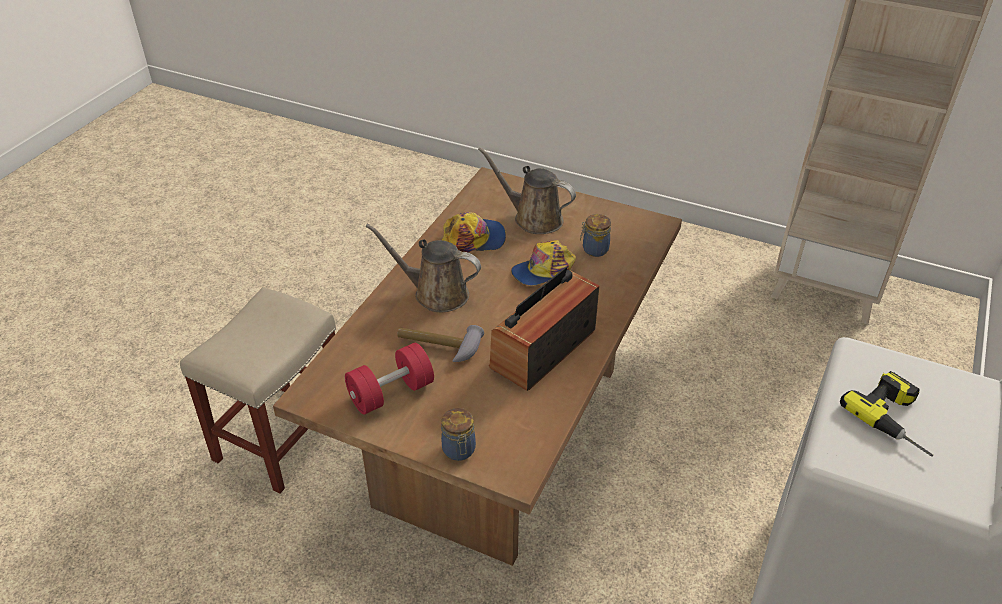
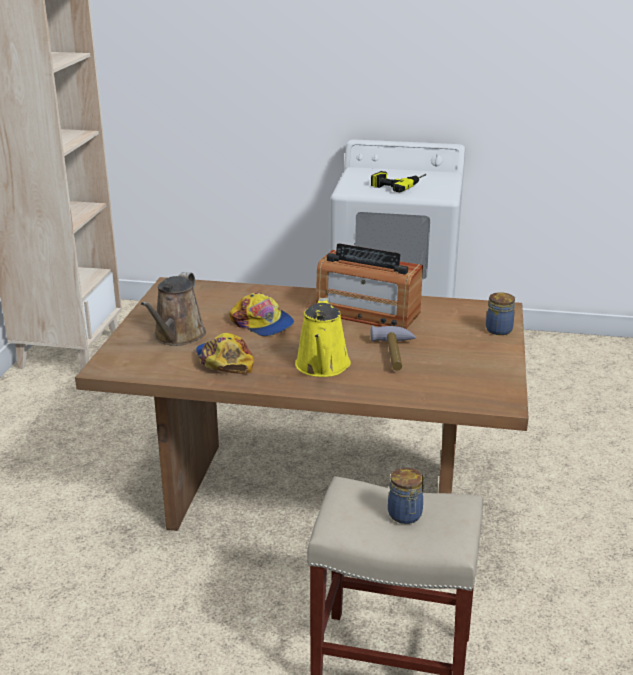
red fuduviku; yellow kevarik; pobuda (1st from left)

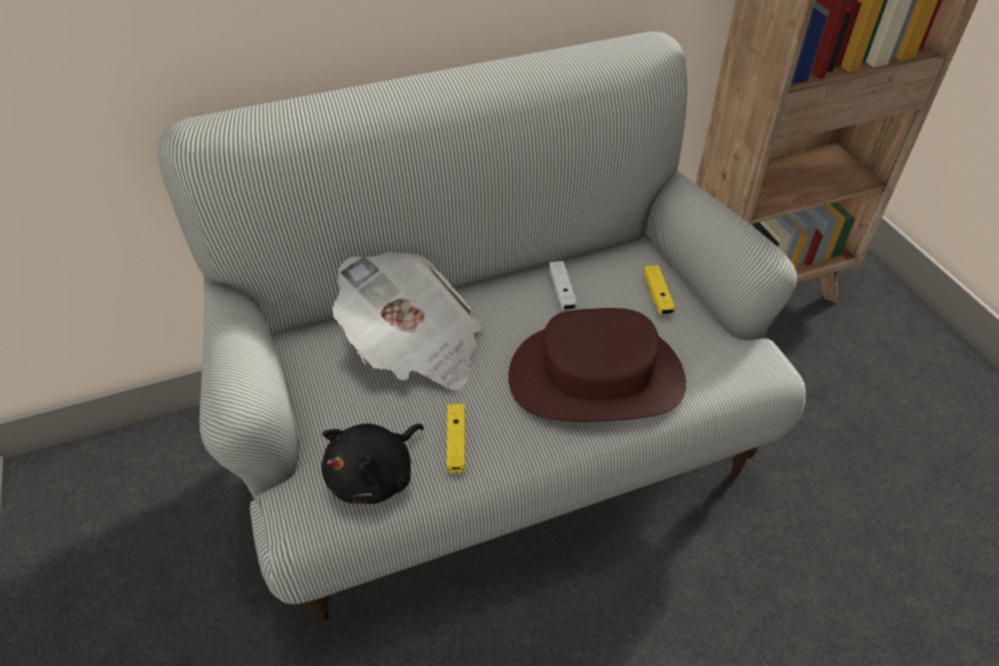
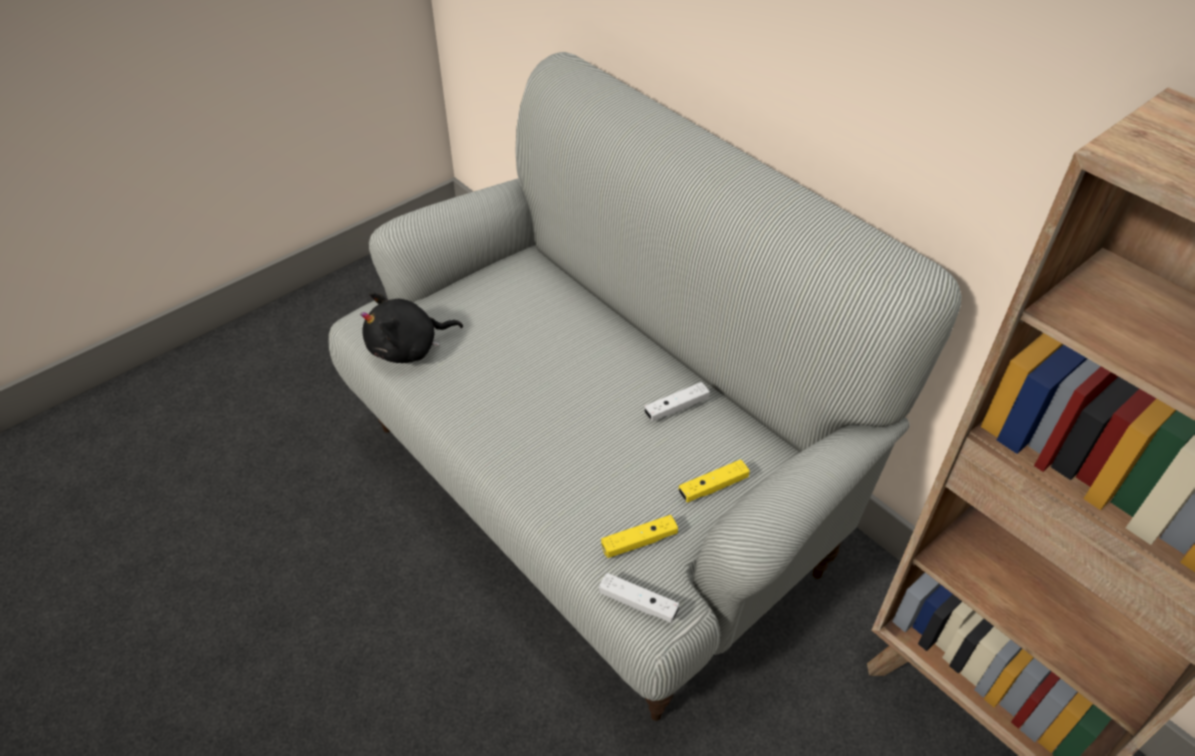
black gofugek; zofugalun; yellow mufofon (1st from left); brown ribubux; white mufofon (1st from left)

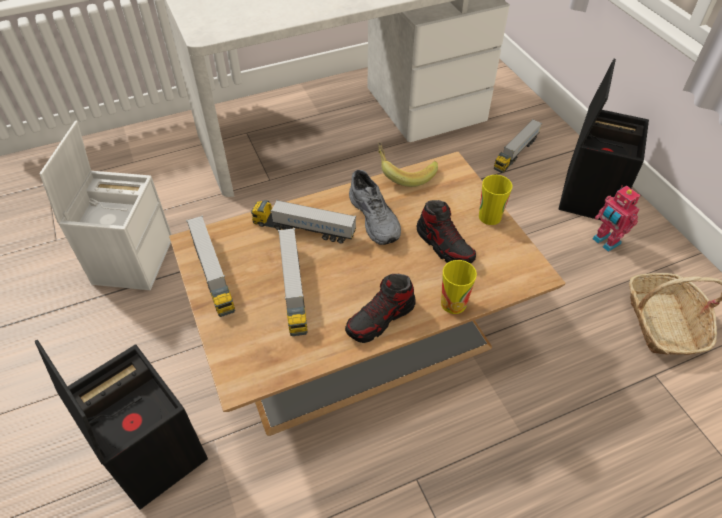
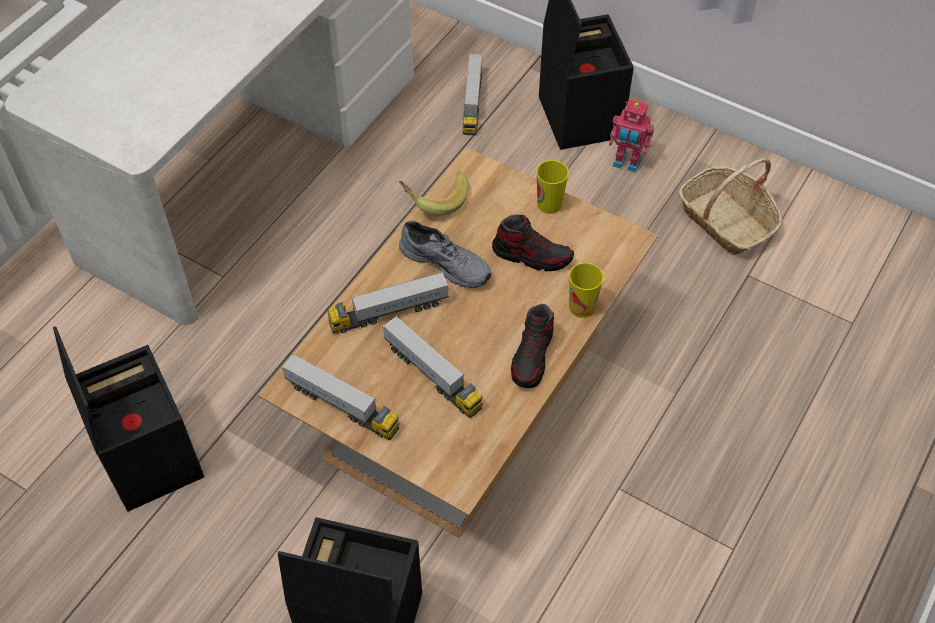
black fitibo (1st from left)

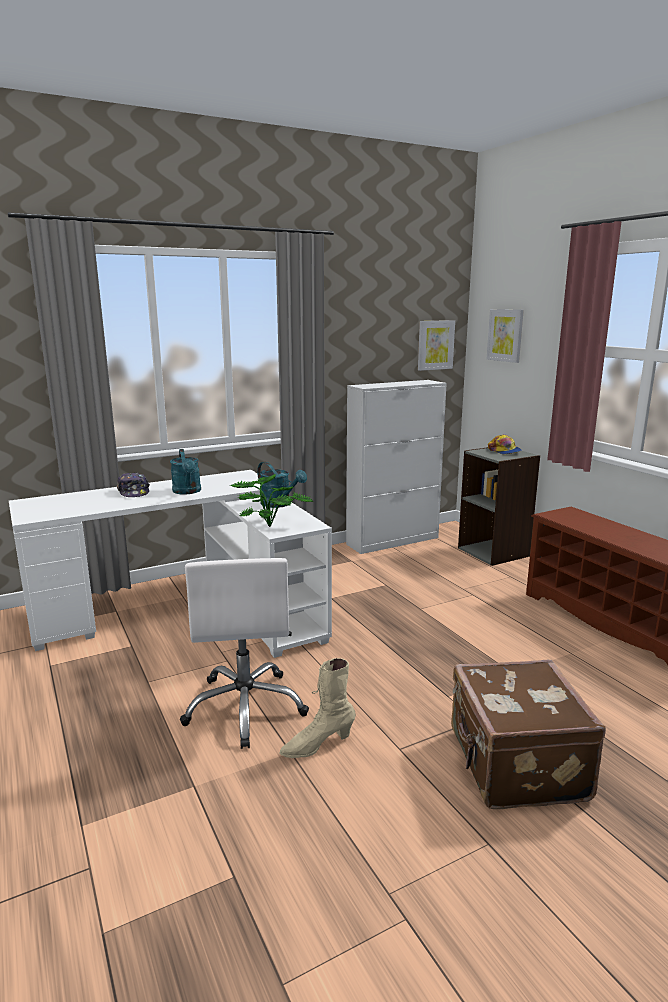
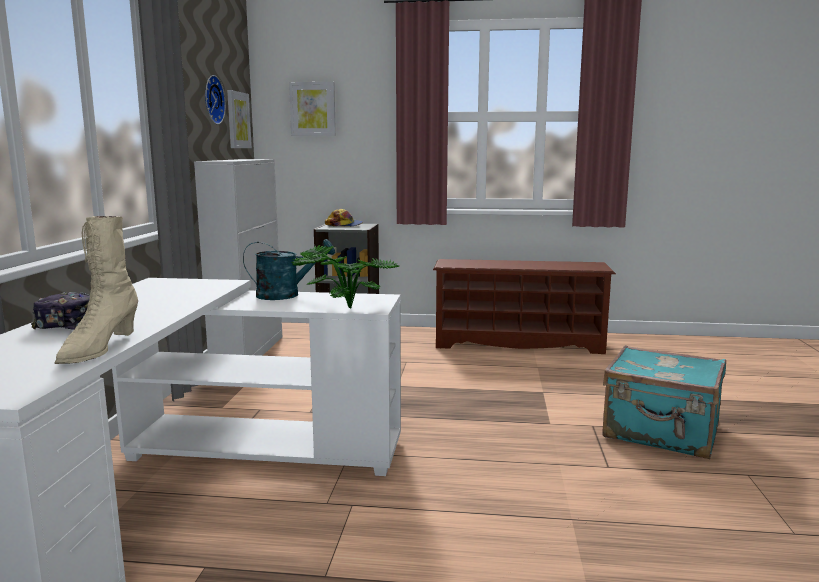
turquoise kevarik (1st from left in the first image); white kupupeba; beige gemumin; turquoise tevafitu; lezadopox

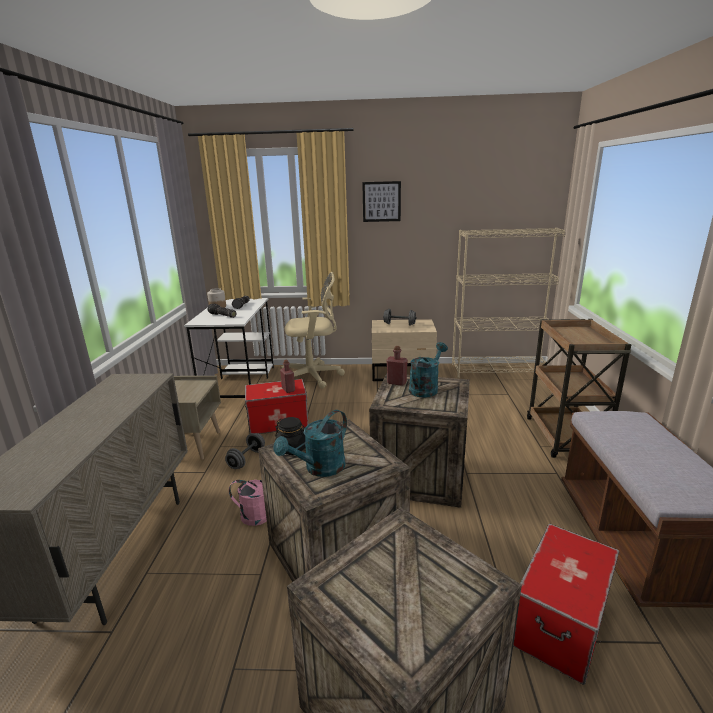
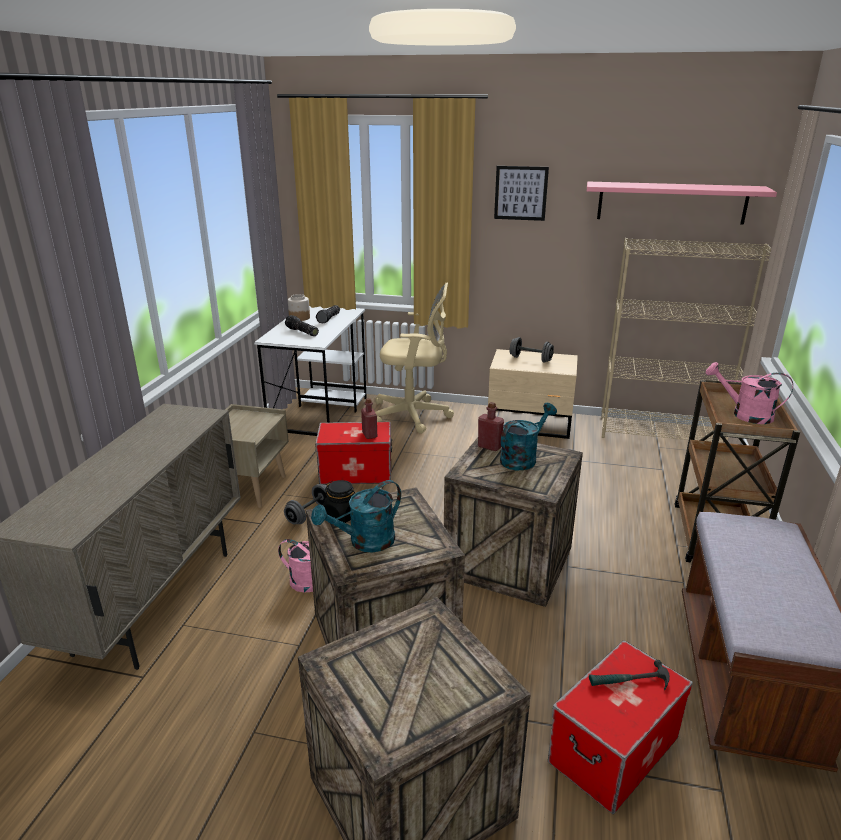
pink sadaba; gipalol; pink kevarik (2nd from left)

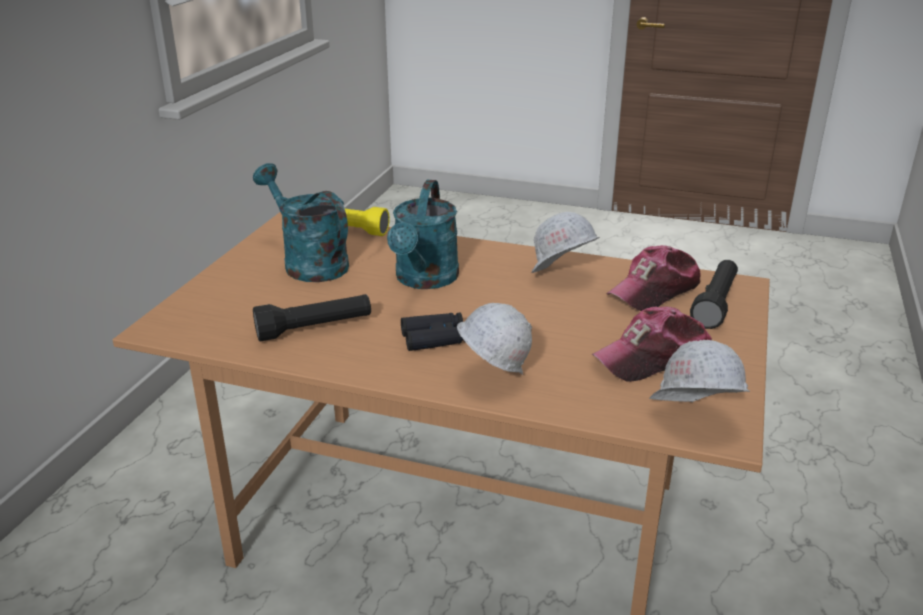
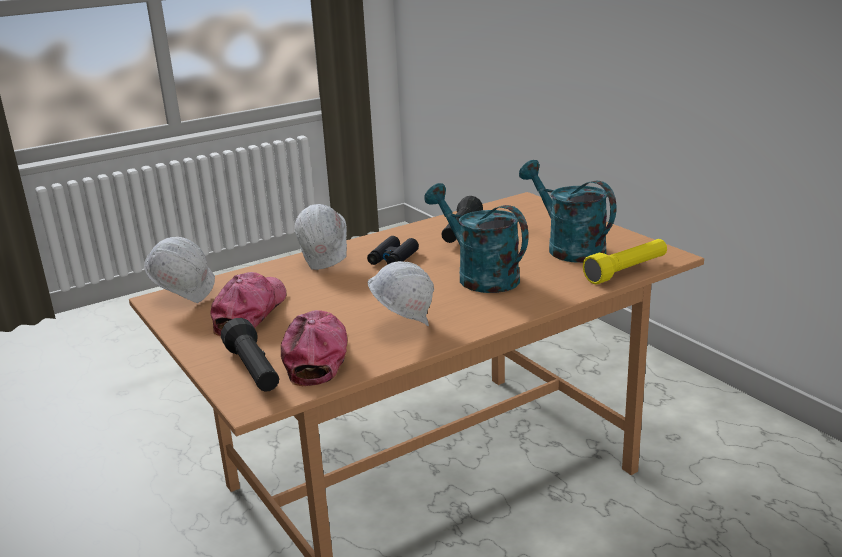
turquoise kevarik (2nd from left)

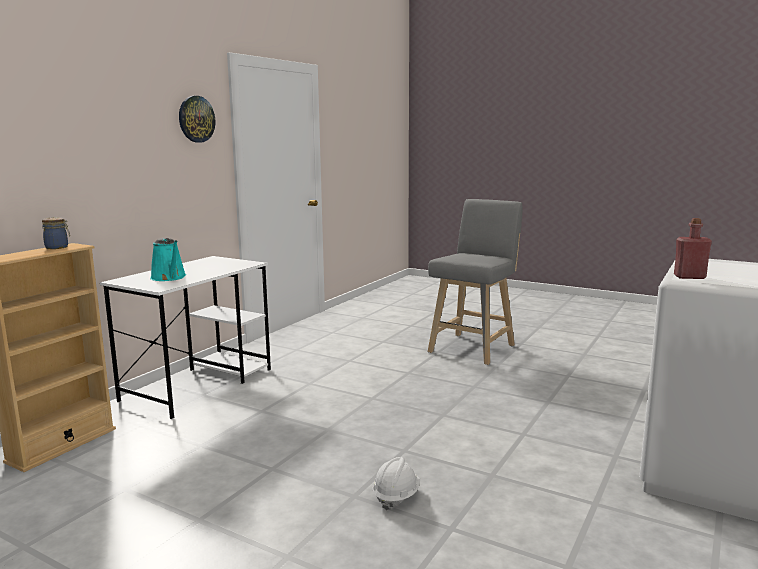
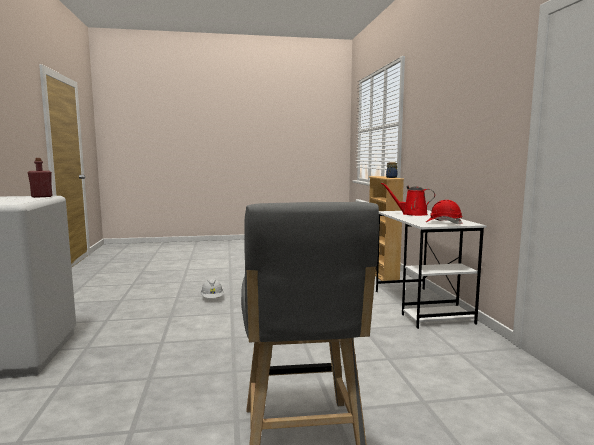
red kevarik; lezadopox; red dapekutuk

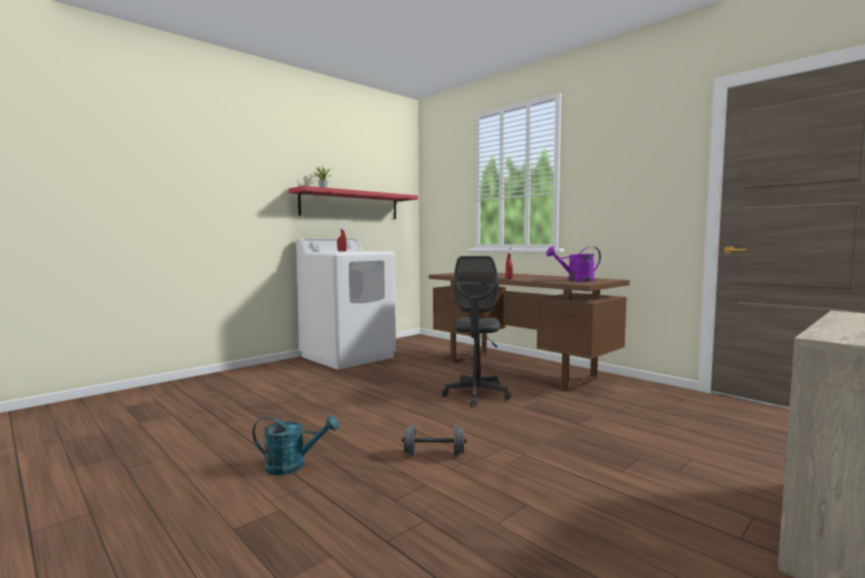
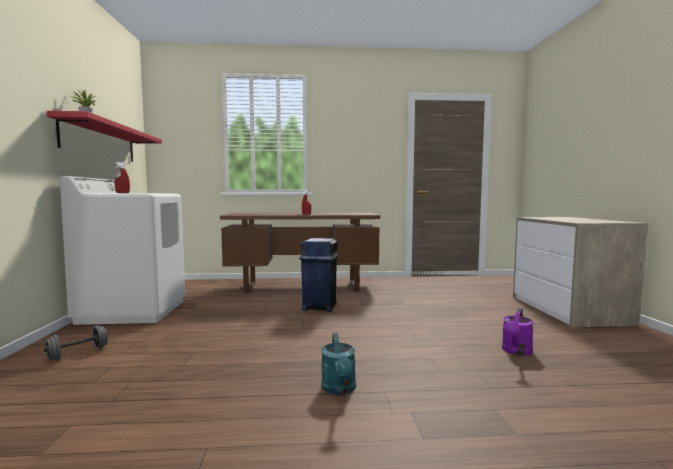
turquoise kevarik; grey fuduviku; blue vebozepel; purple kevarik

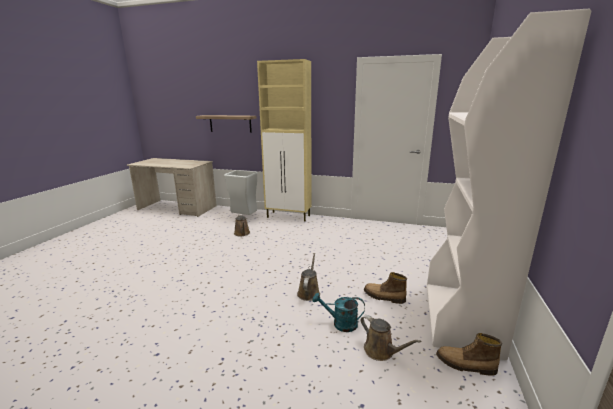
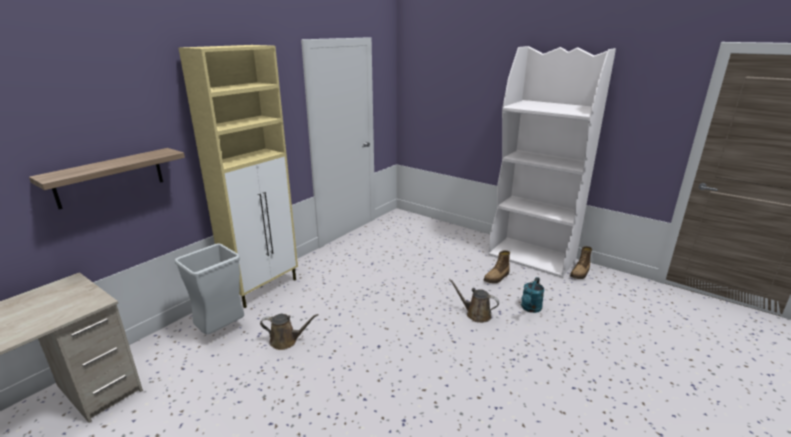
brown kevarik (3rd from left in the first image)

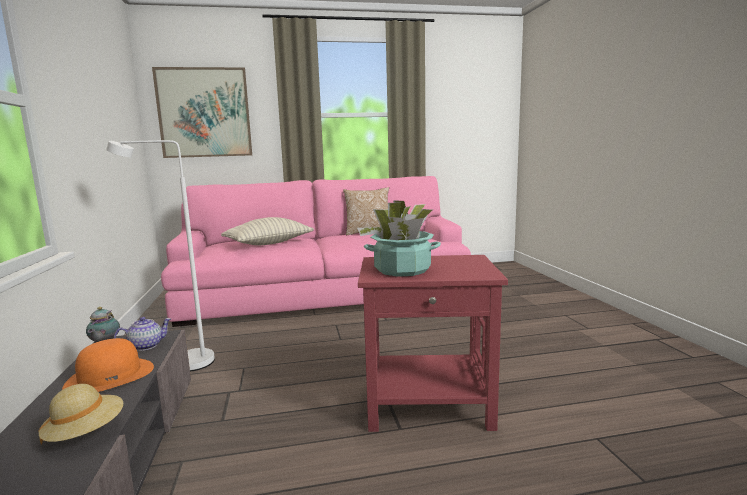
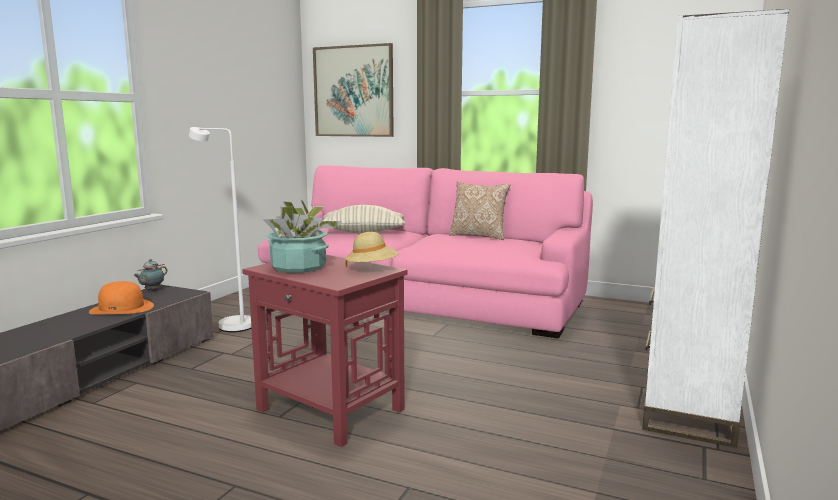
beige ribubux; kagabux (2nd from left in the first image); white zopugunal

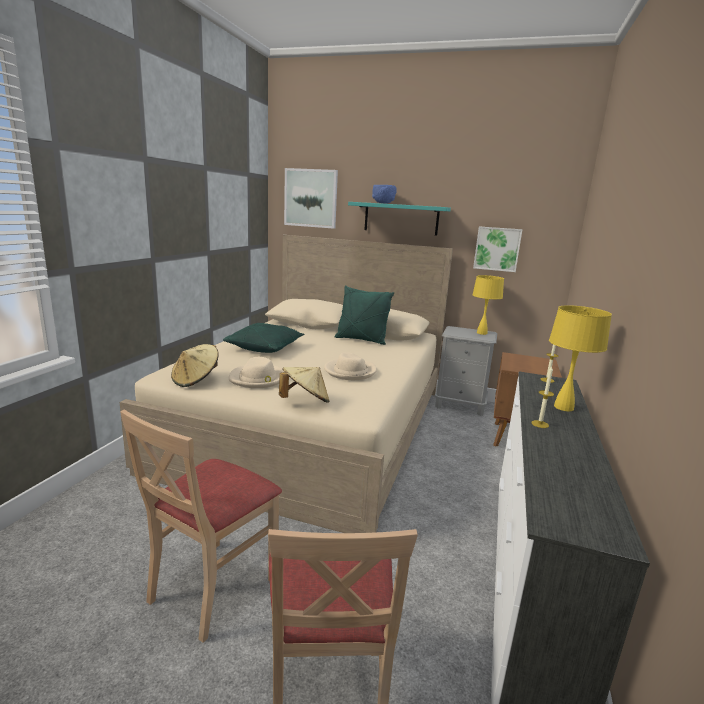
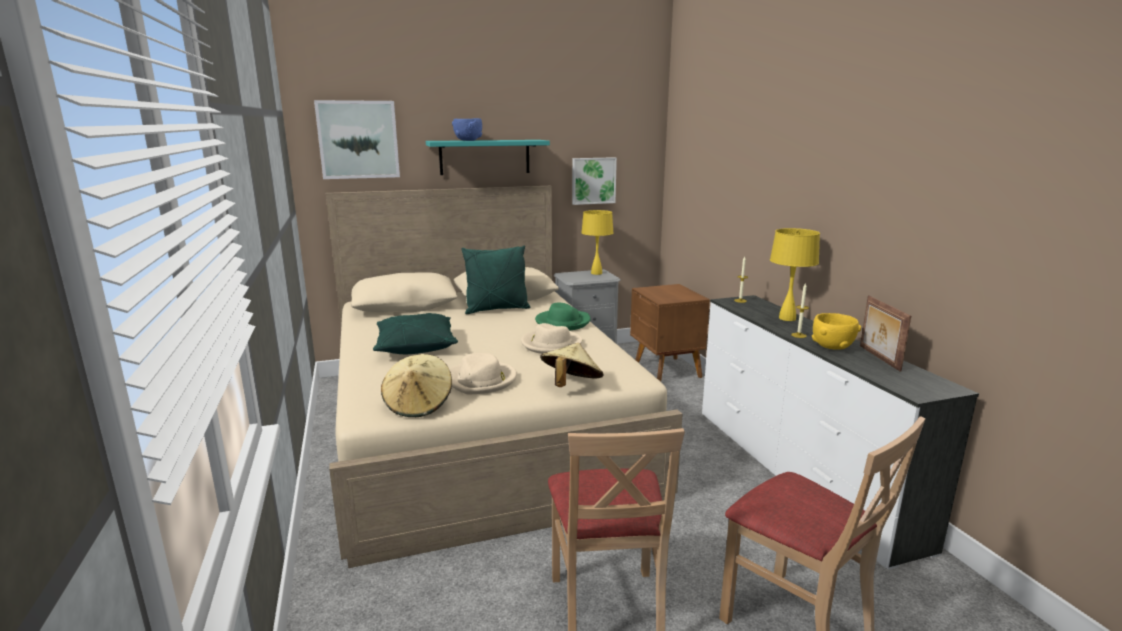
green ribubux; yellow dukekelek; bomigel

